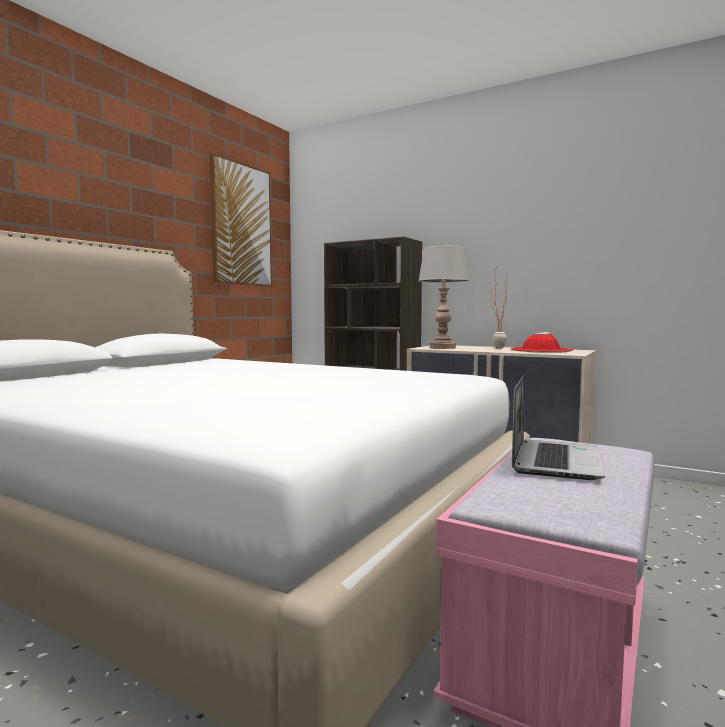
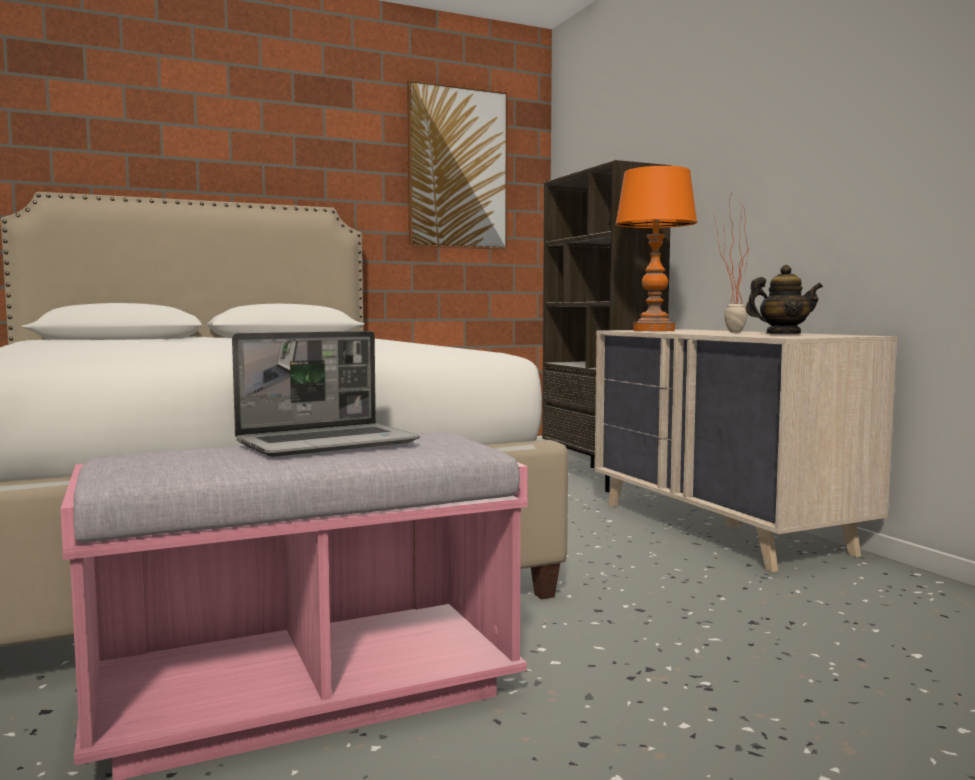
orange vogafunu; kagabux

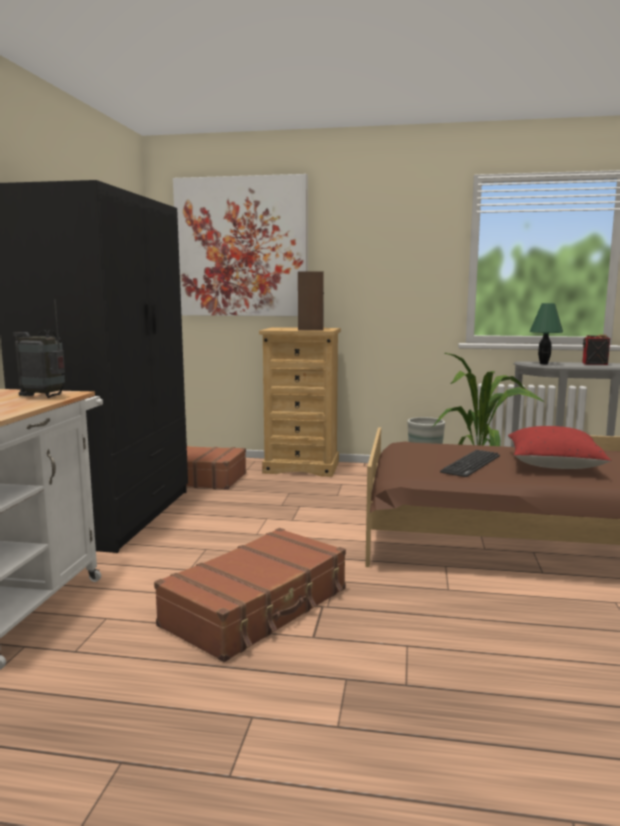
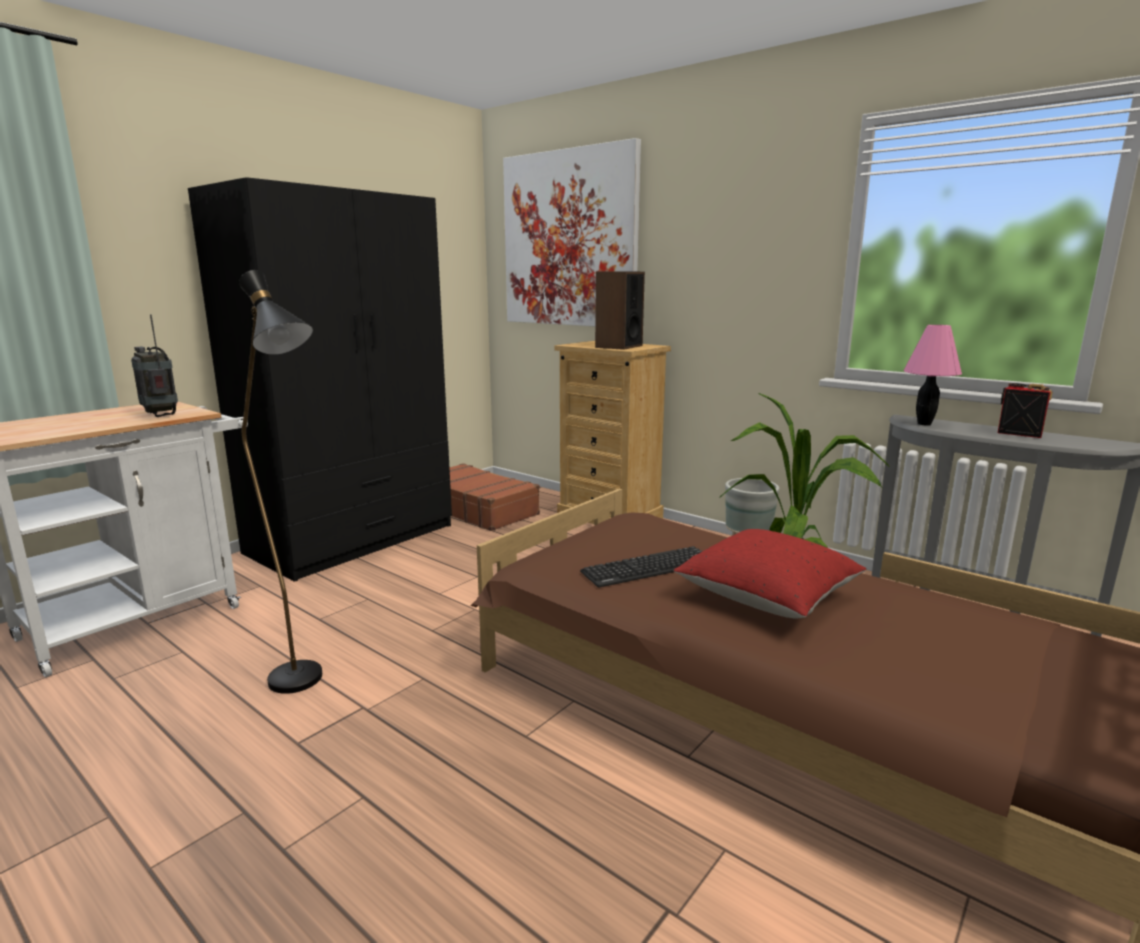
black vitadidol; pink vogafunu

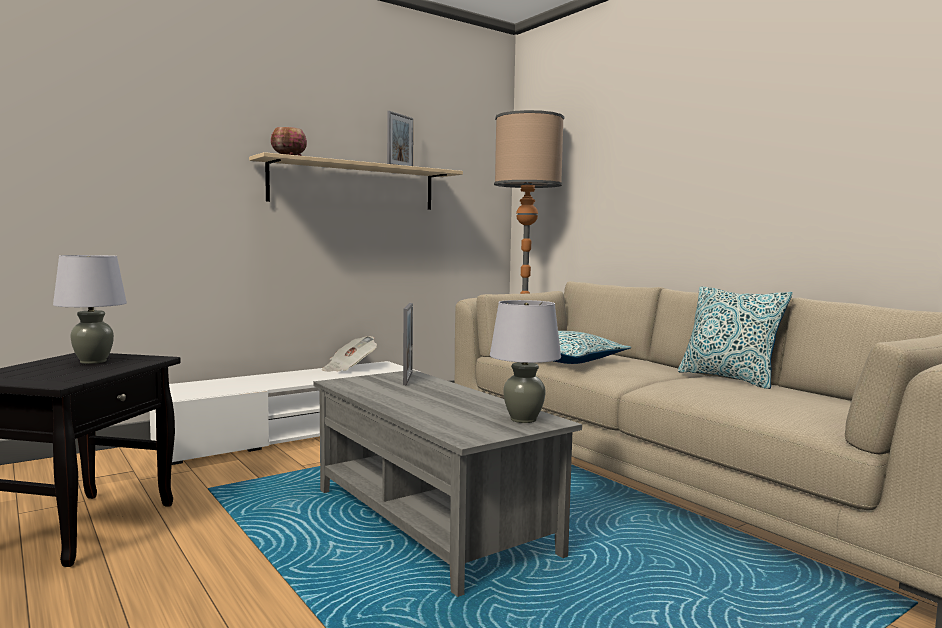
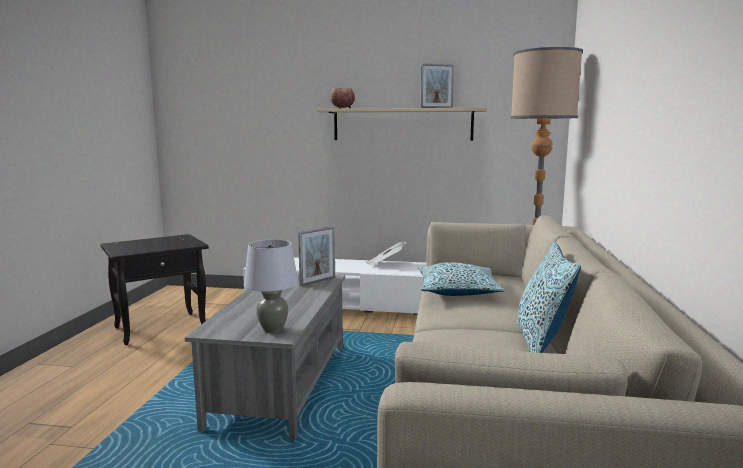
grey vogafunu (1st from left in the first image)

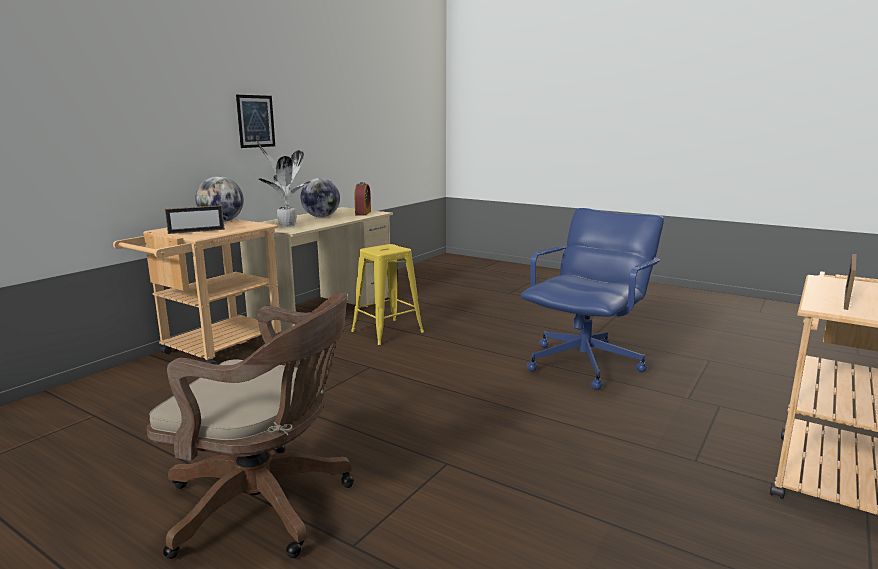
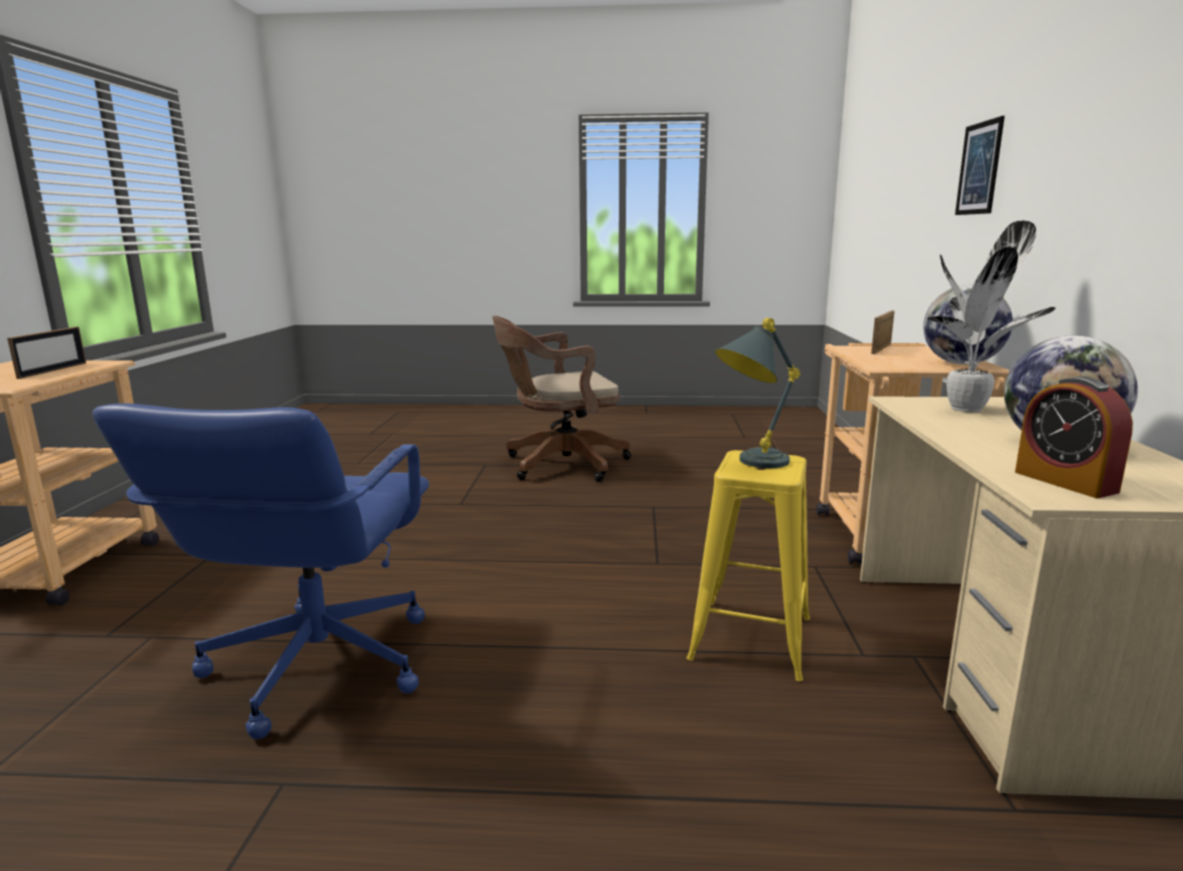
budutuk; grey vogafunu

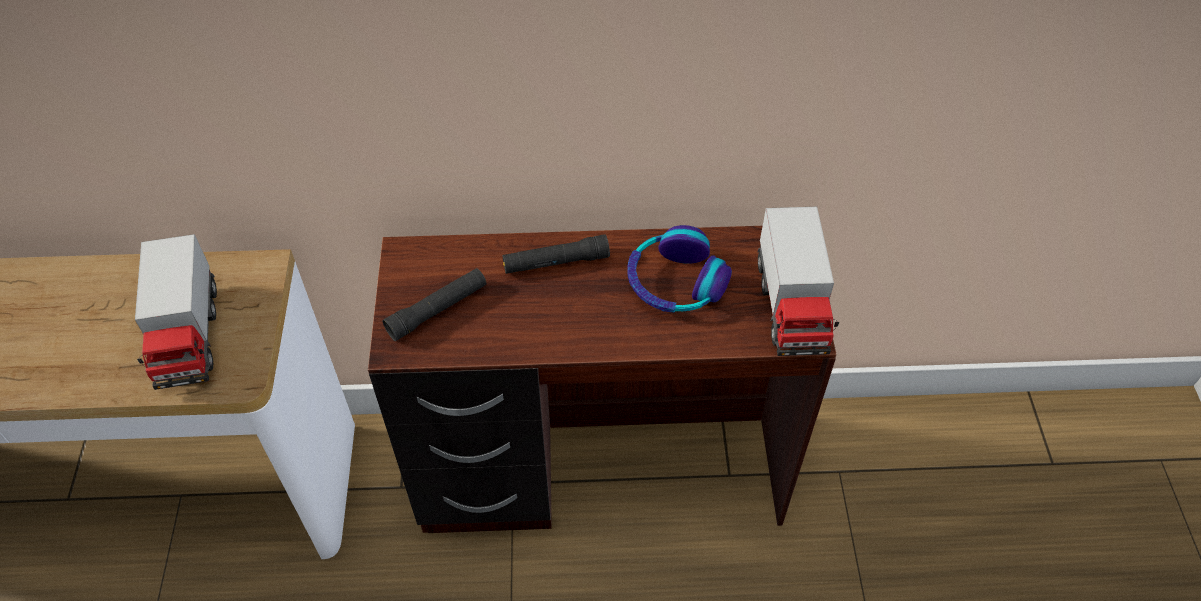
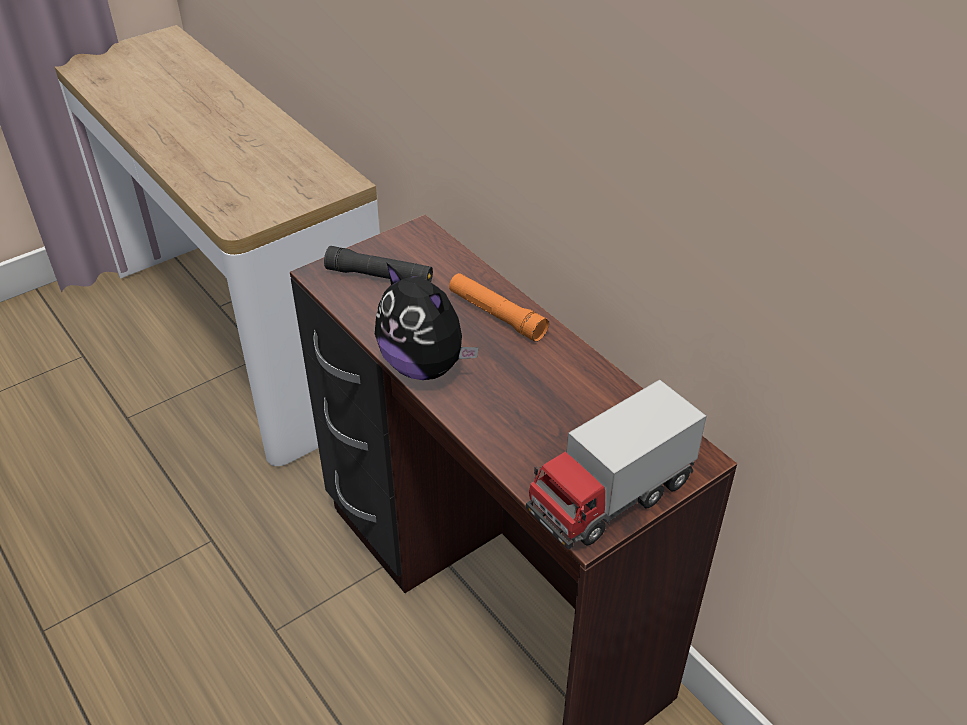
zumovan (1st from left in the first image); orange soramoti; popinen; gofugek

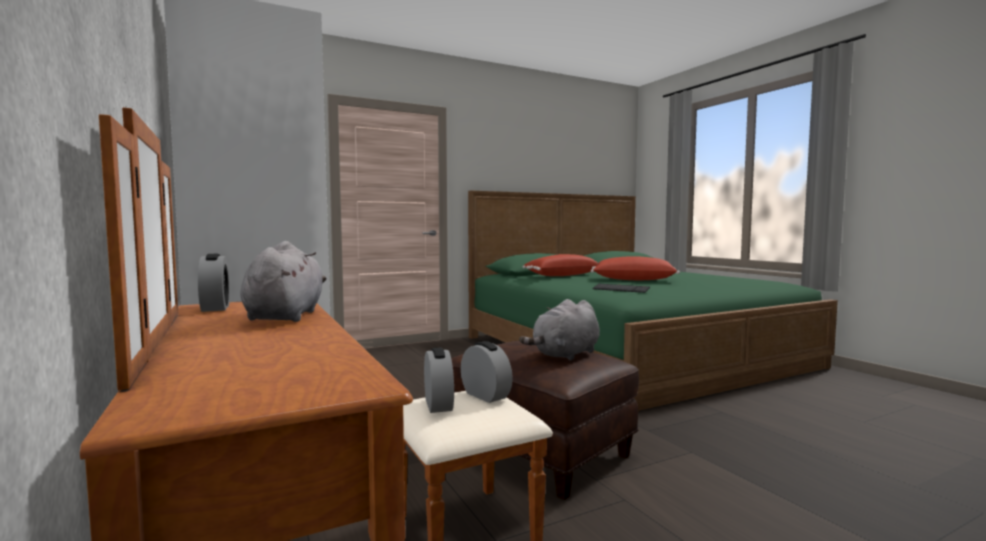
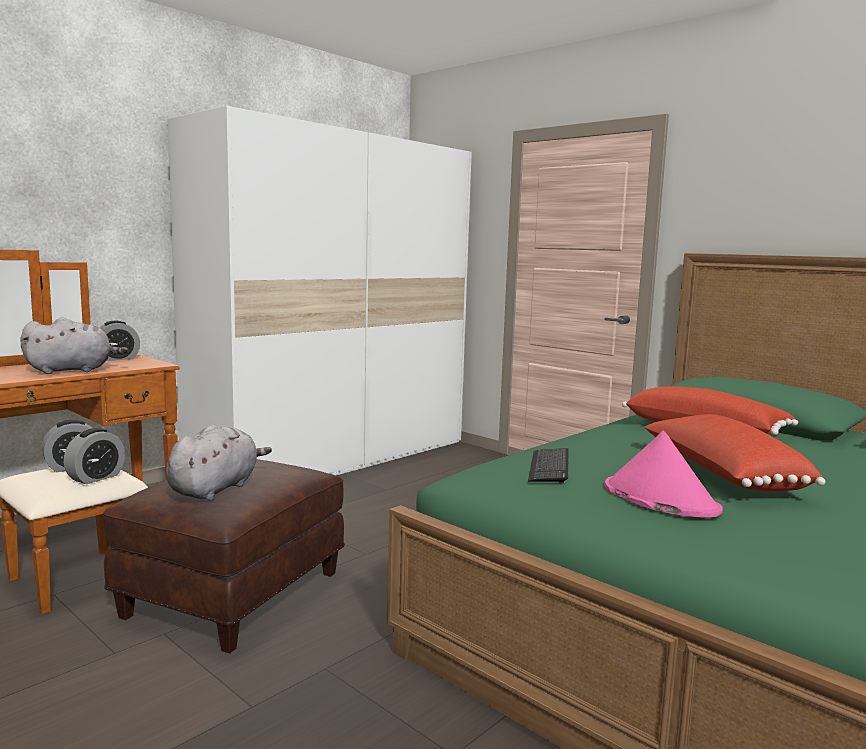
grey gofugek (2nd from left); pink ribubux

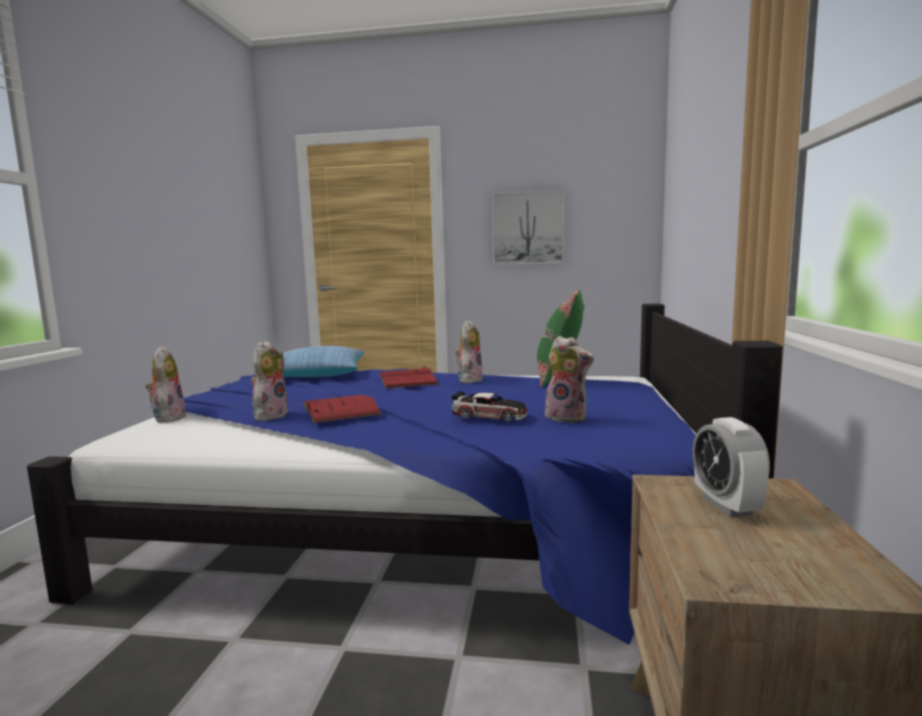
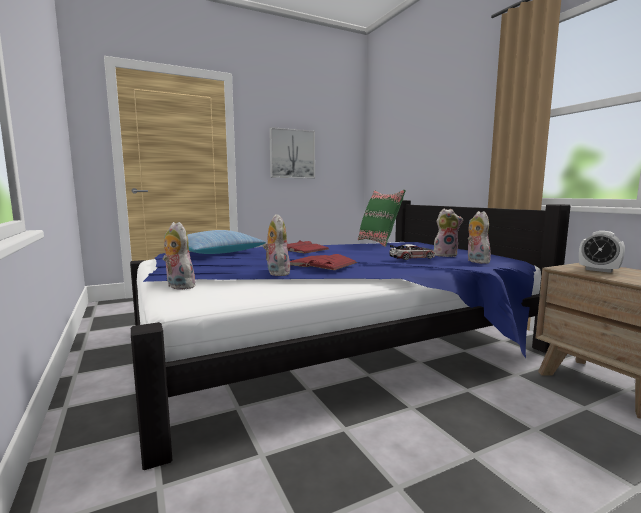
gofugek (4th from left)

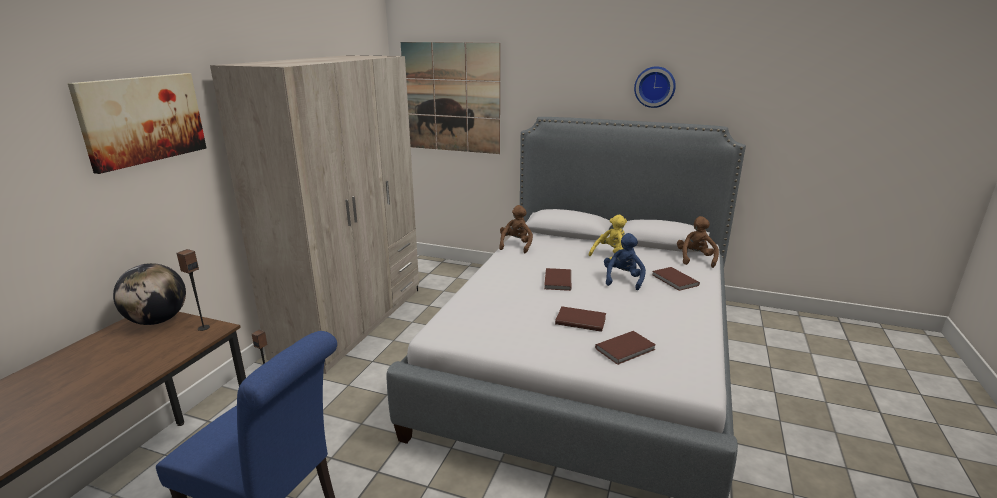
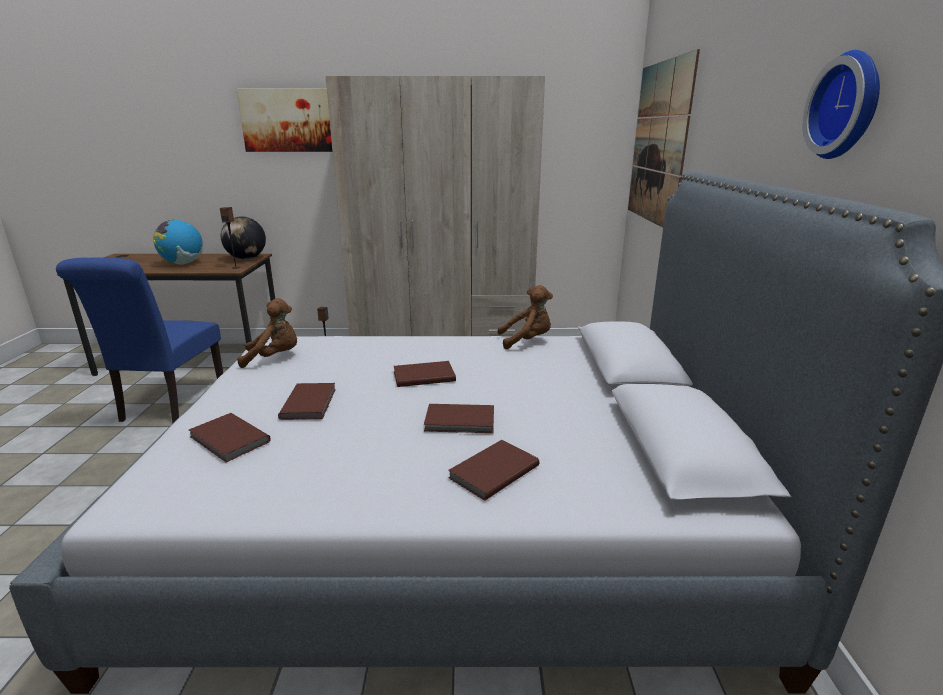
yellow gofugek; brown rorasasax (4th from left); brown gofugek (1st from left); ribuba (1st from left)

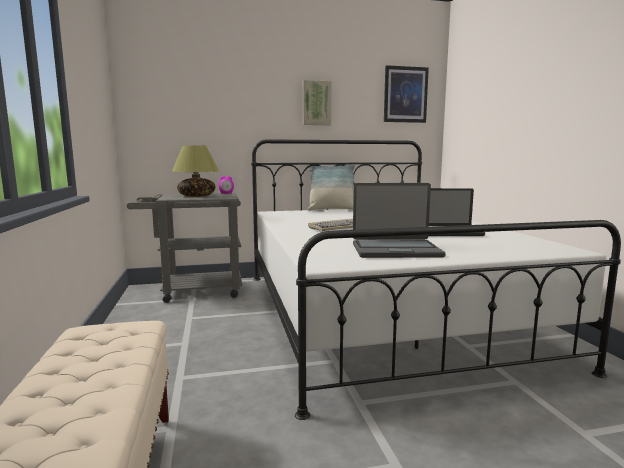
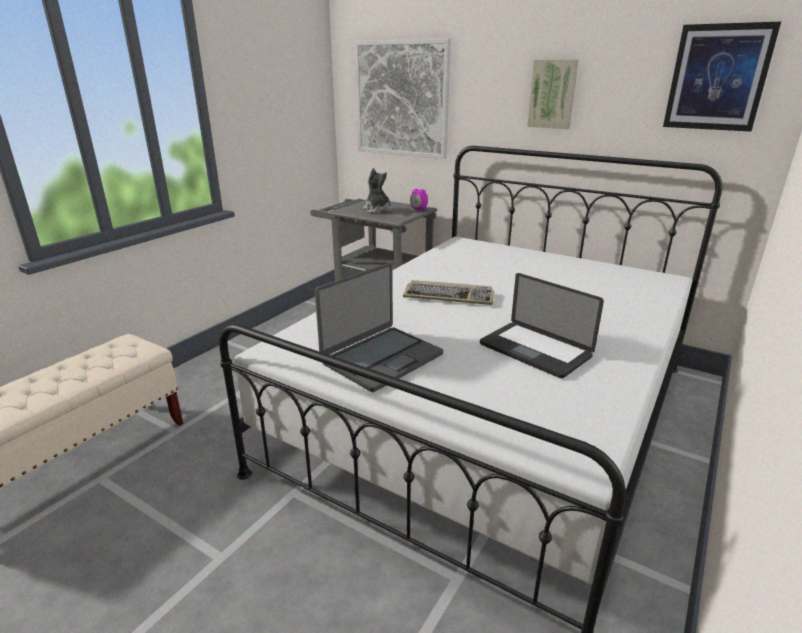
gofugek; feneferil; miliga (1st from left); budutuk (1st from left)

